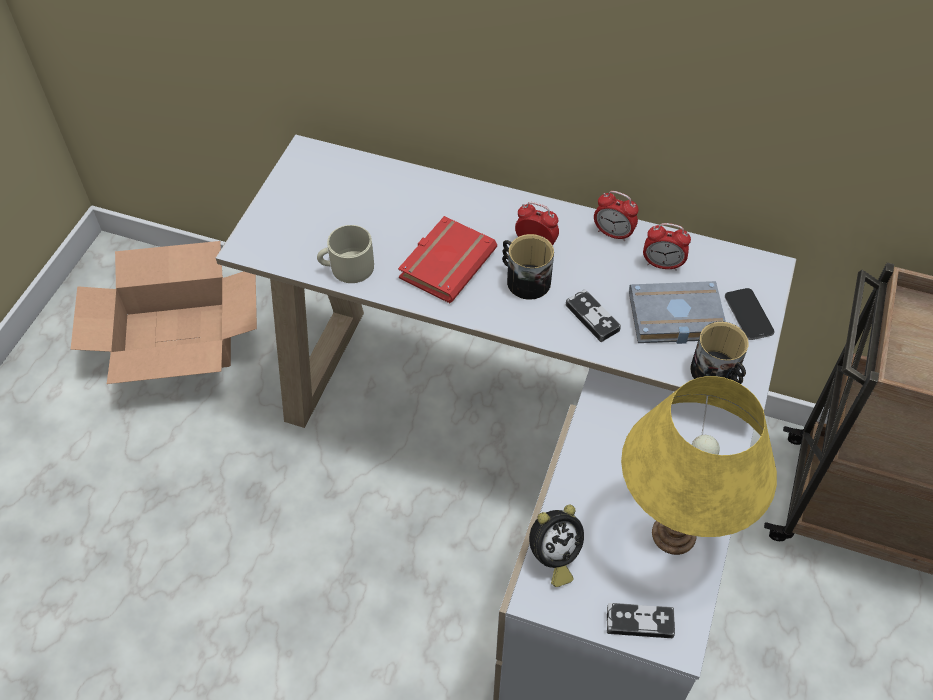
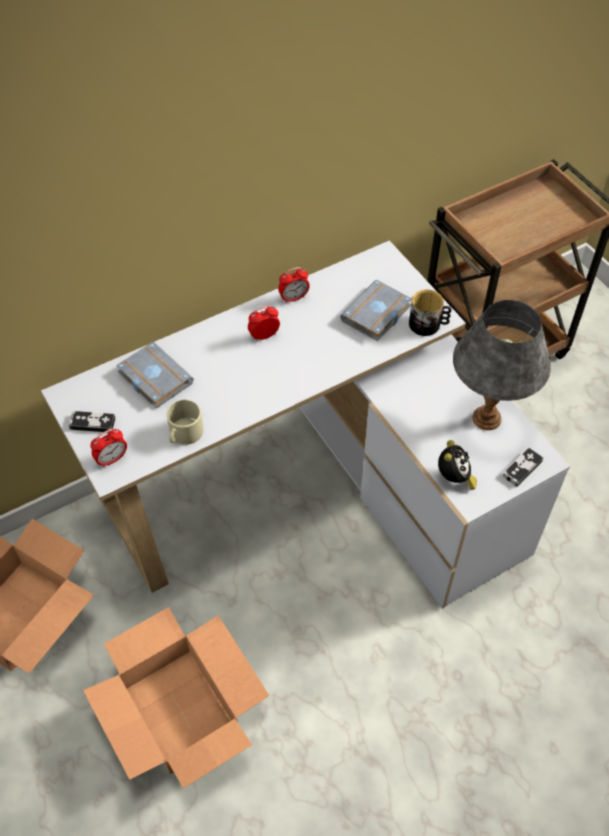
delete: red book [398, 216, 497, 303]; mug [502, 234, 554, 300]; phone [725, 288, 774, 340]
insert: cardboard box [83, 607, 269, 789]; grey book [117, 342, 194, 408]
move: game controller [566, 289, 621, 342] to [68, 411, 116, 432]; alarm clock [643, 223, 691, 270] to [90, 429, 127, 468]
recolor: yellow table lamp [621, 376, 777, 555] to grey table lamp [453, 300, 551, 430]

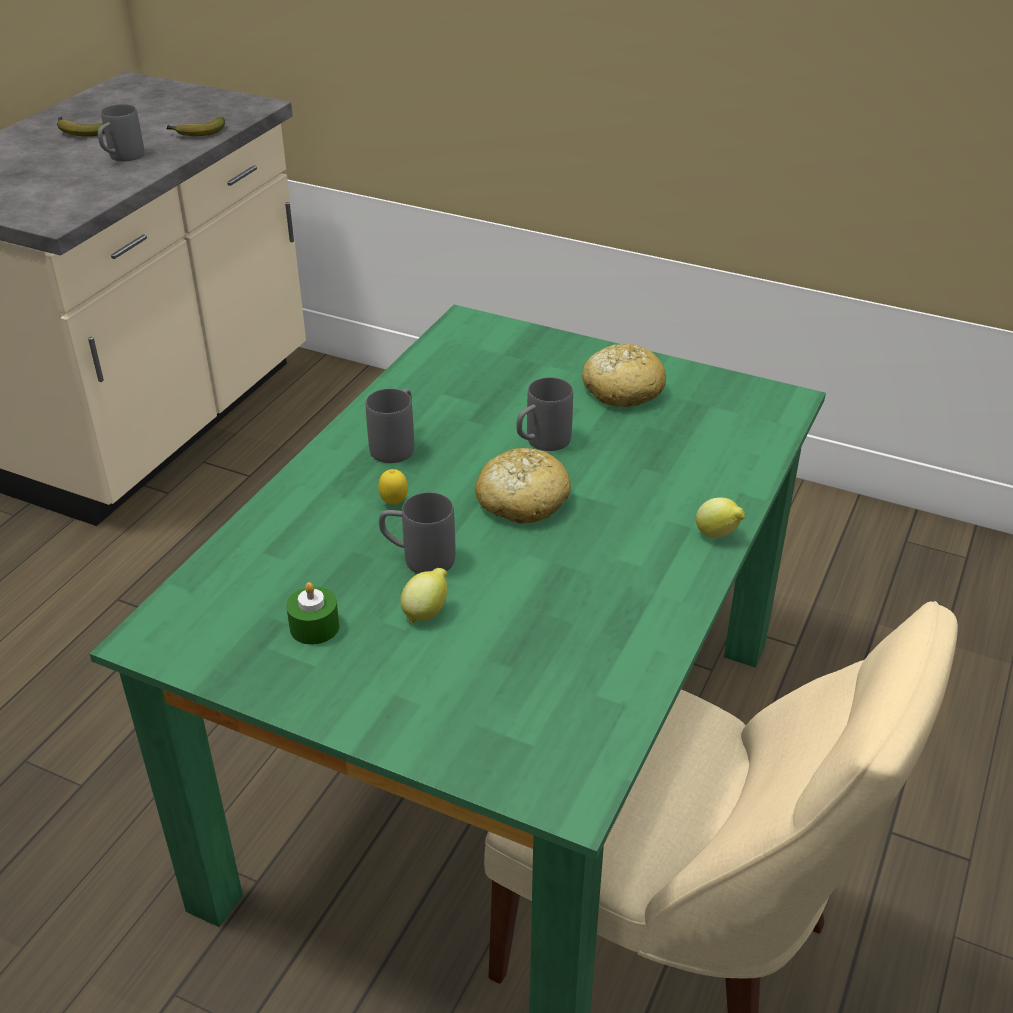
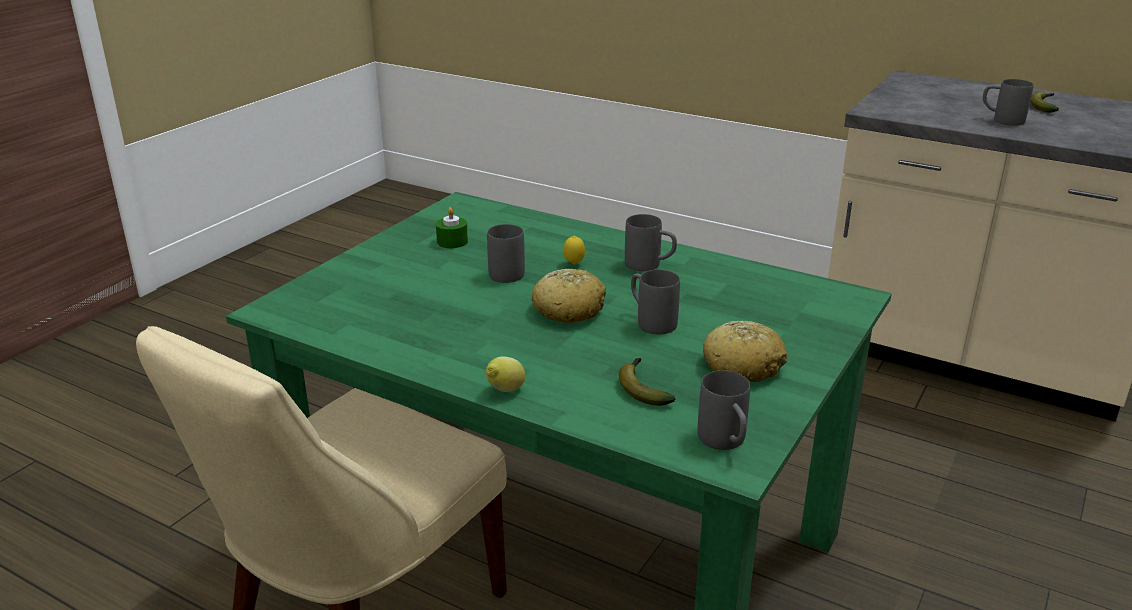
delete: lemon [400, 568, 447, 623]
insert: grey mug [698, 370, 750, 450]
move: banana [166, 117, 225, 136] to [619, 358, 675, 406]

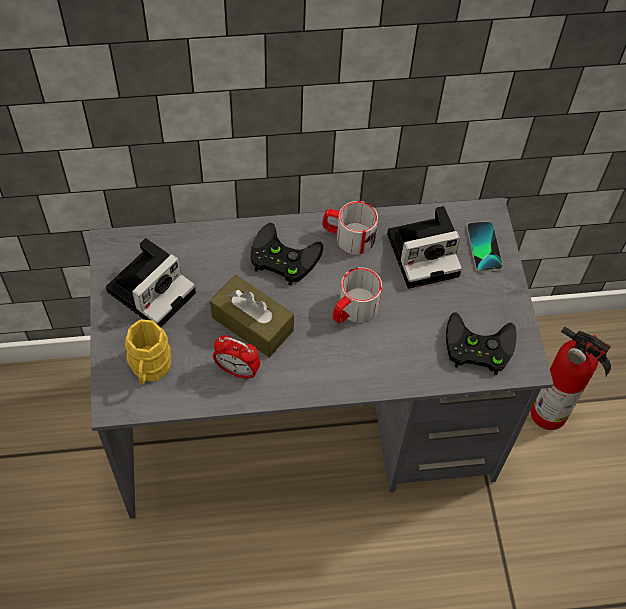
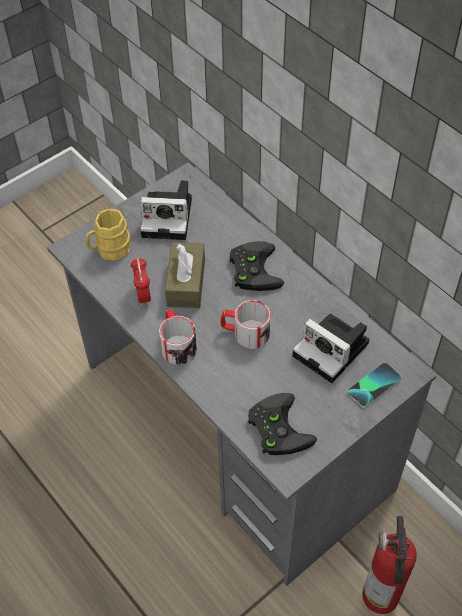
move: mug [322, 201, 378, 255] to [159, 309, 197, 365]

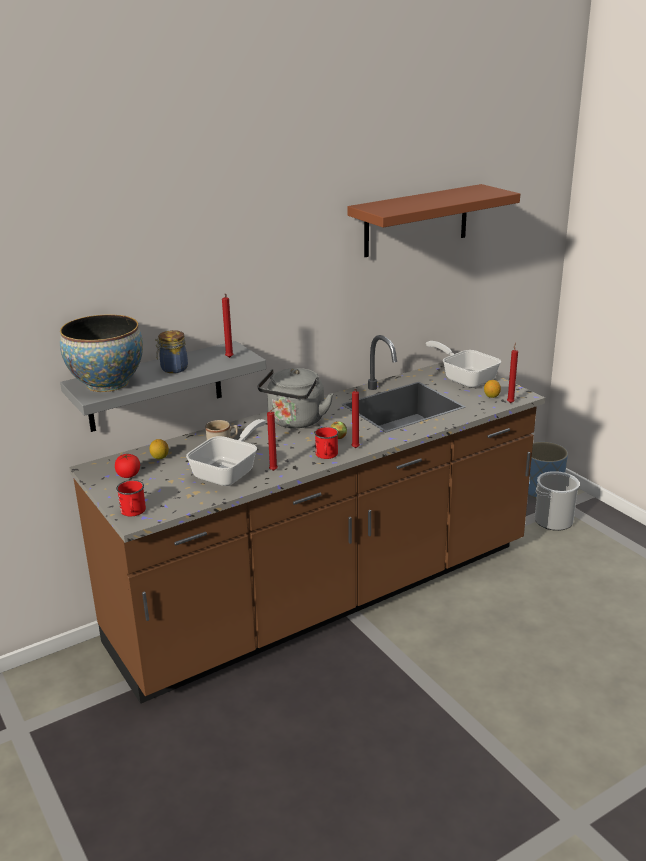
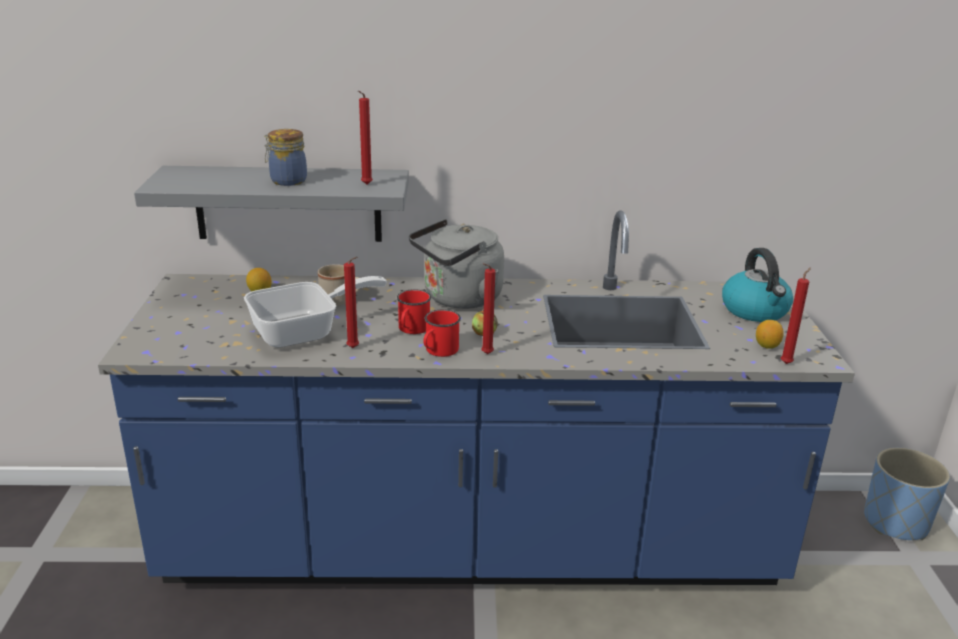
delete: bowl [60, 314, 143, 392]; tomato [115, 454, 140, 478]; brown shelf [347, 184, 520, 257]; bucket [535, 471, 580, 531]
move: red mug [116, 480, 146, 516] to [397, 289, 431, 334]
replace: frying pan [426, 341, 501, 388] to kettle [722, 248, 793, 322]
recolor: brown counter [69, 335, 545, 704] to blue counter [98, 210, 855, 585]

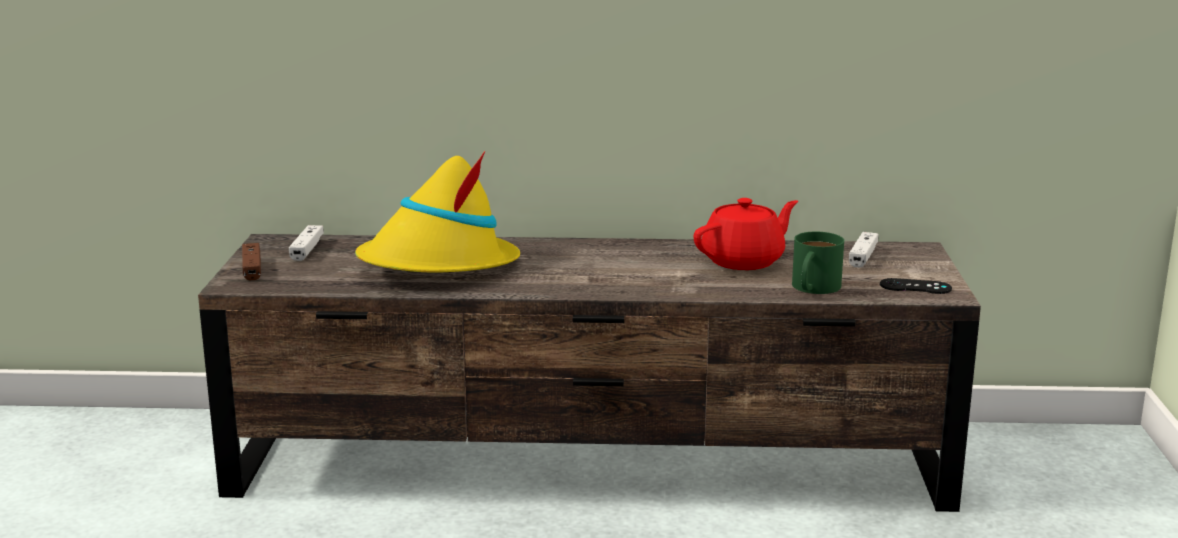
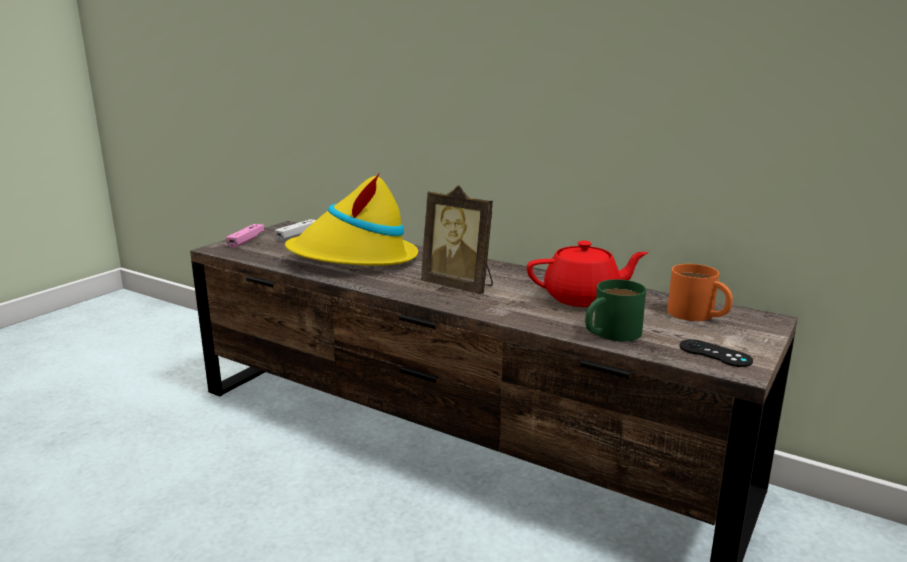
insert: picture frame [421, 185, 493, 294]
replace: white game controller [849, 232, 878, 268] to orange mug [667, 264, 733, 321]
recolor: brown game controller [242, 243, 261, 281] to pink game controller [226, 224, 265, 248]

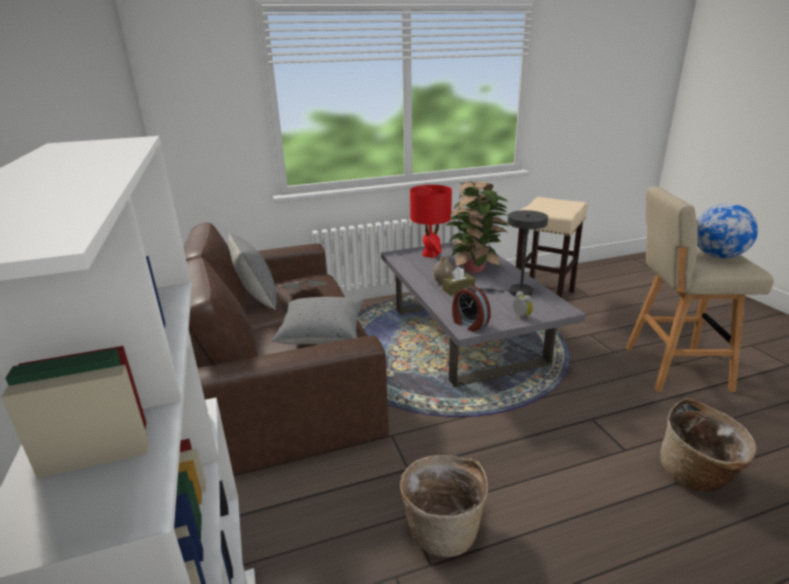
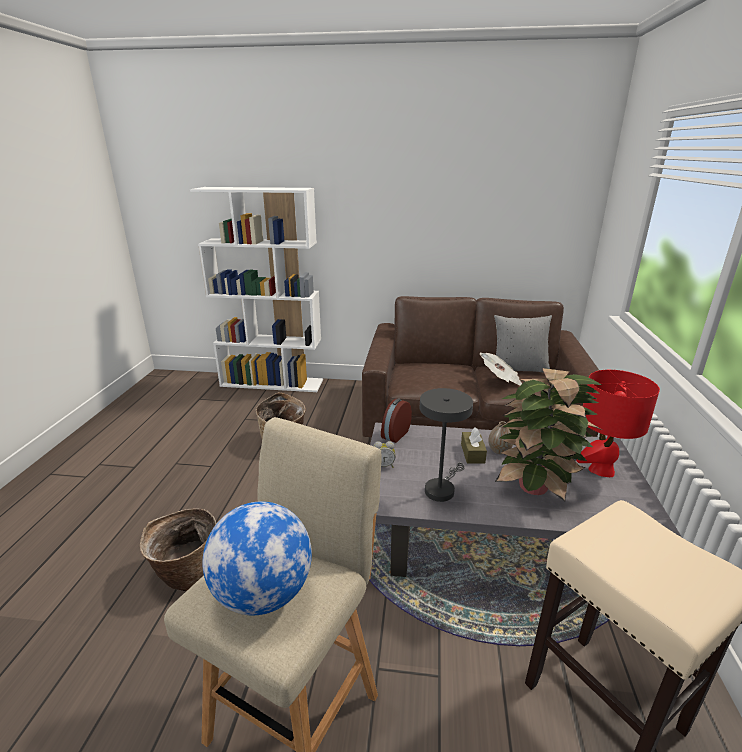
delete: grey pillow [272, 297, 363, 344]
rotate: alarm clock [452, 286, 491, 332] = [381, 398, 412, 443] 45 degrees counterclockwise

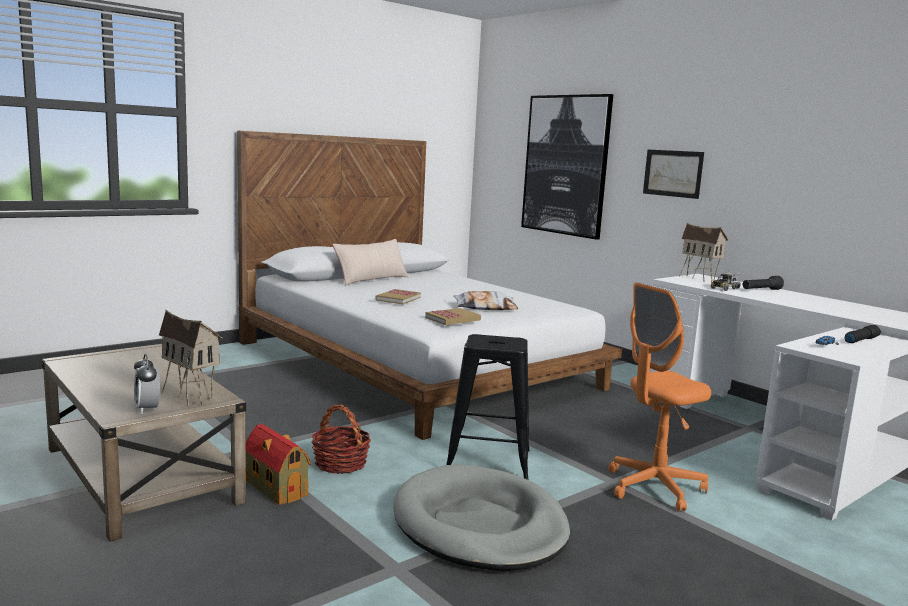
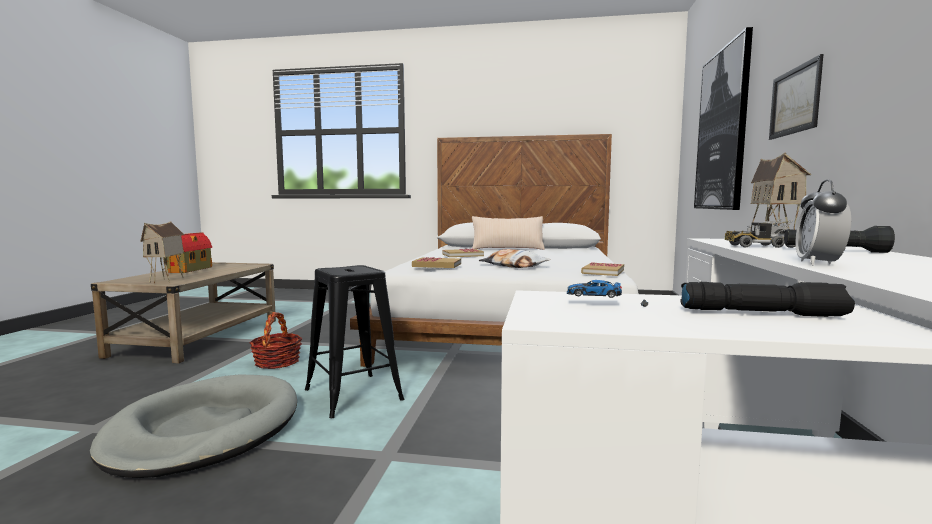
delete: orange office chair [608, 283, 711, 512]
insert: book [581, 262, 624, 276]
move: toy house [245, 424, 311, 505] to [165, 233, 212, 273]; alarm clock [134, 354, 160, 414] to [795, 179, 851, 265]

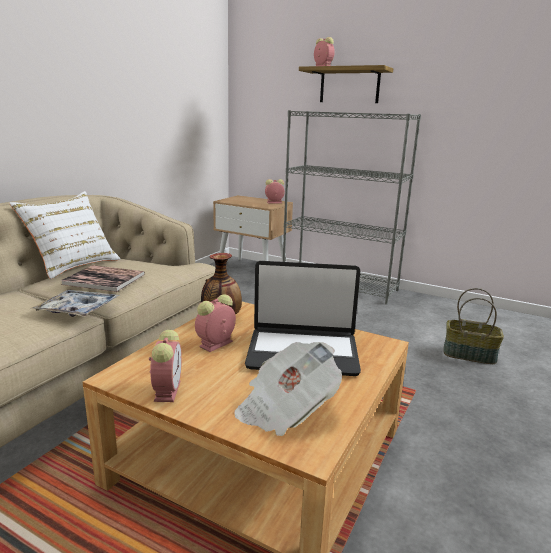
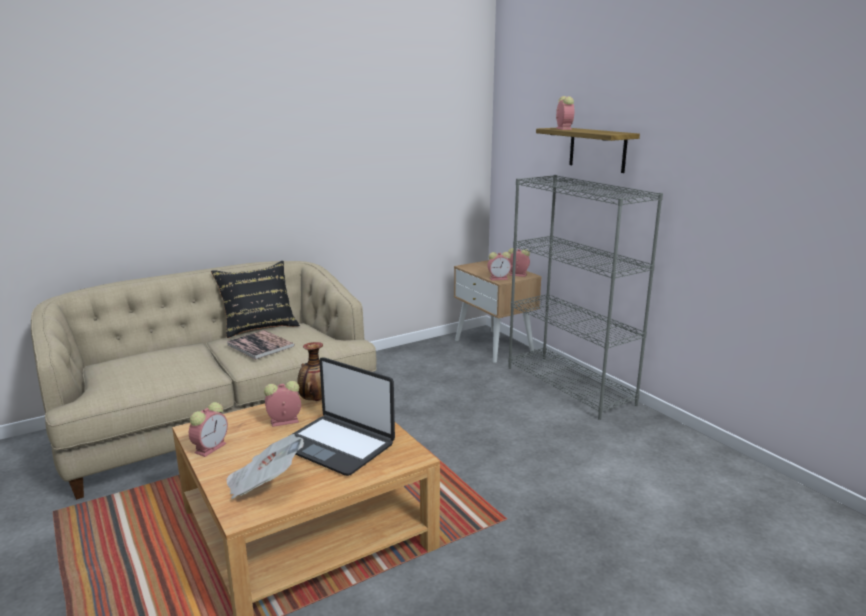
delete: tray [31, 289, 120, 317]; basket [444, 288, 504, 364]
insert: alarm clock [487, 252, 511, 280]
recolor: white pillow [9, 191, 120, 279] to black pillow [211, 261, 300, 338]

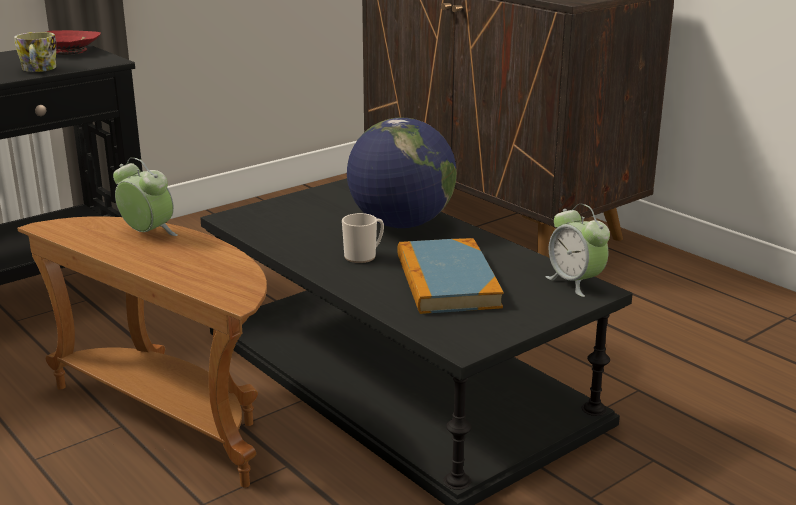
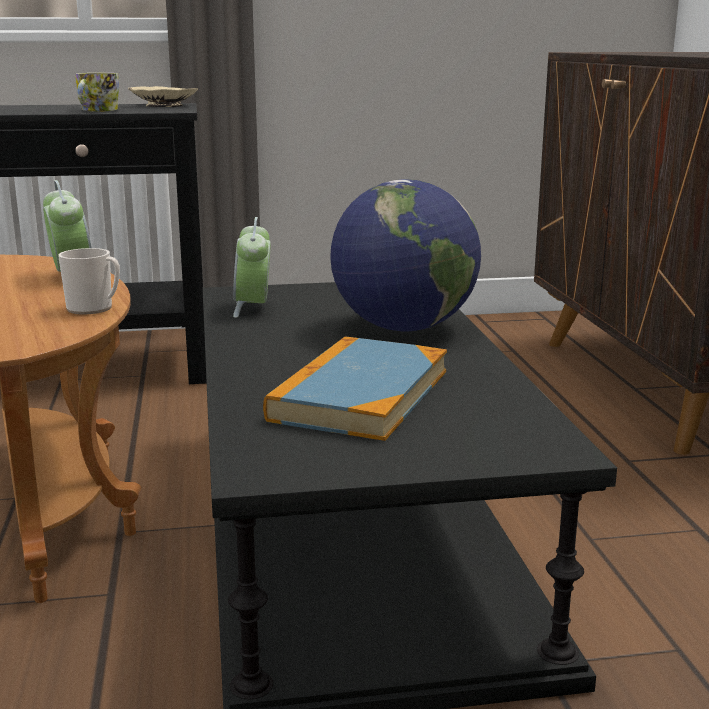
move: mug [342, 213, 384, 263] to [58, 248, 120, 314]; alarm clock [545, 204, 610, 297] to [233, 217, 271, 318]
recolor: red bowl [47, 30, 101, 55] to beige bowl [128, 86, 198, 107]

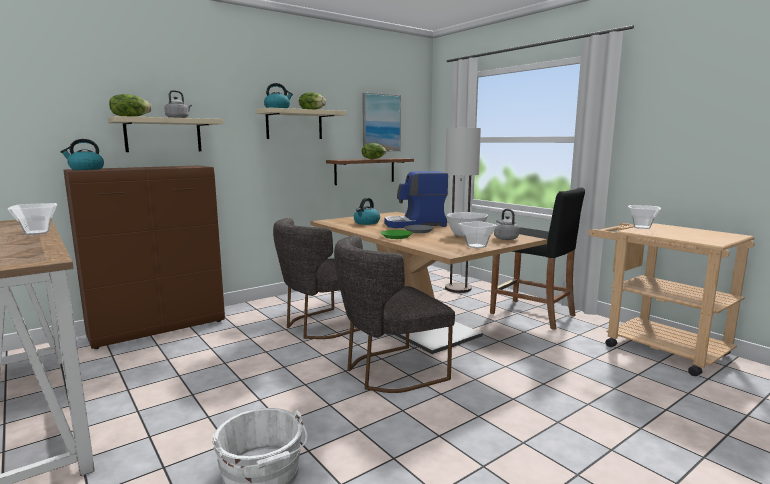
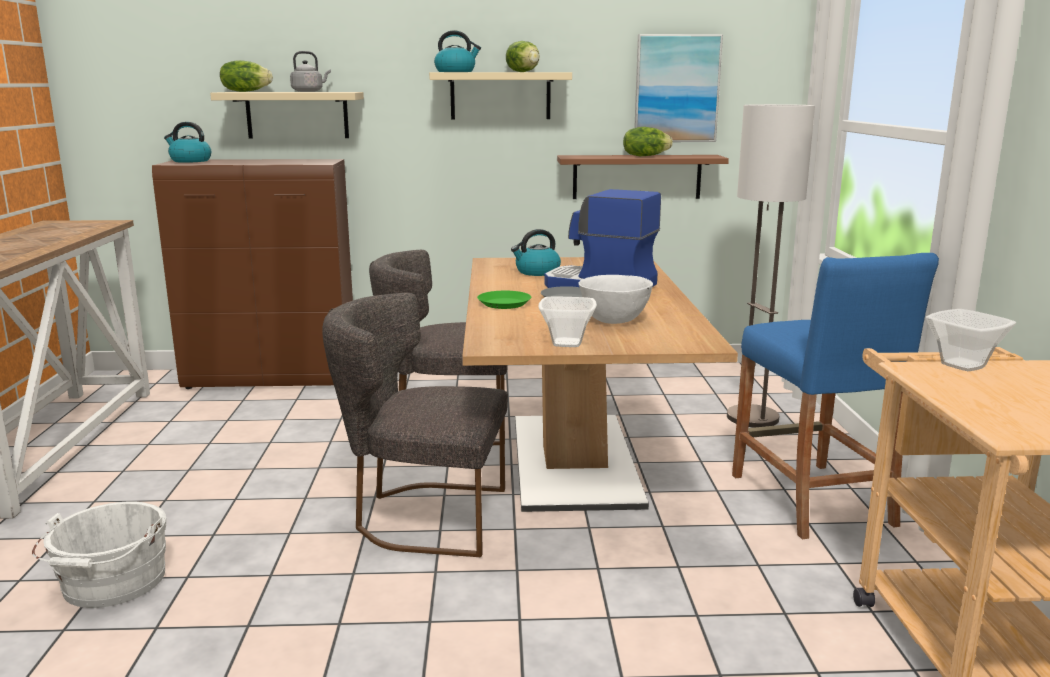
delete: bowl [8, 203, 57, 235]; grey kettle [494, 209, 519, 240]
recolor: black stool [490, 187, 585, 330] to blue stool [732, 253, 939, 539]

